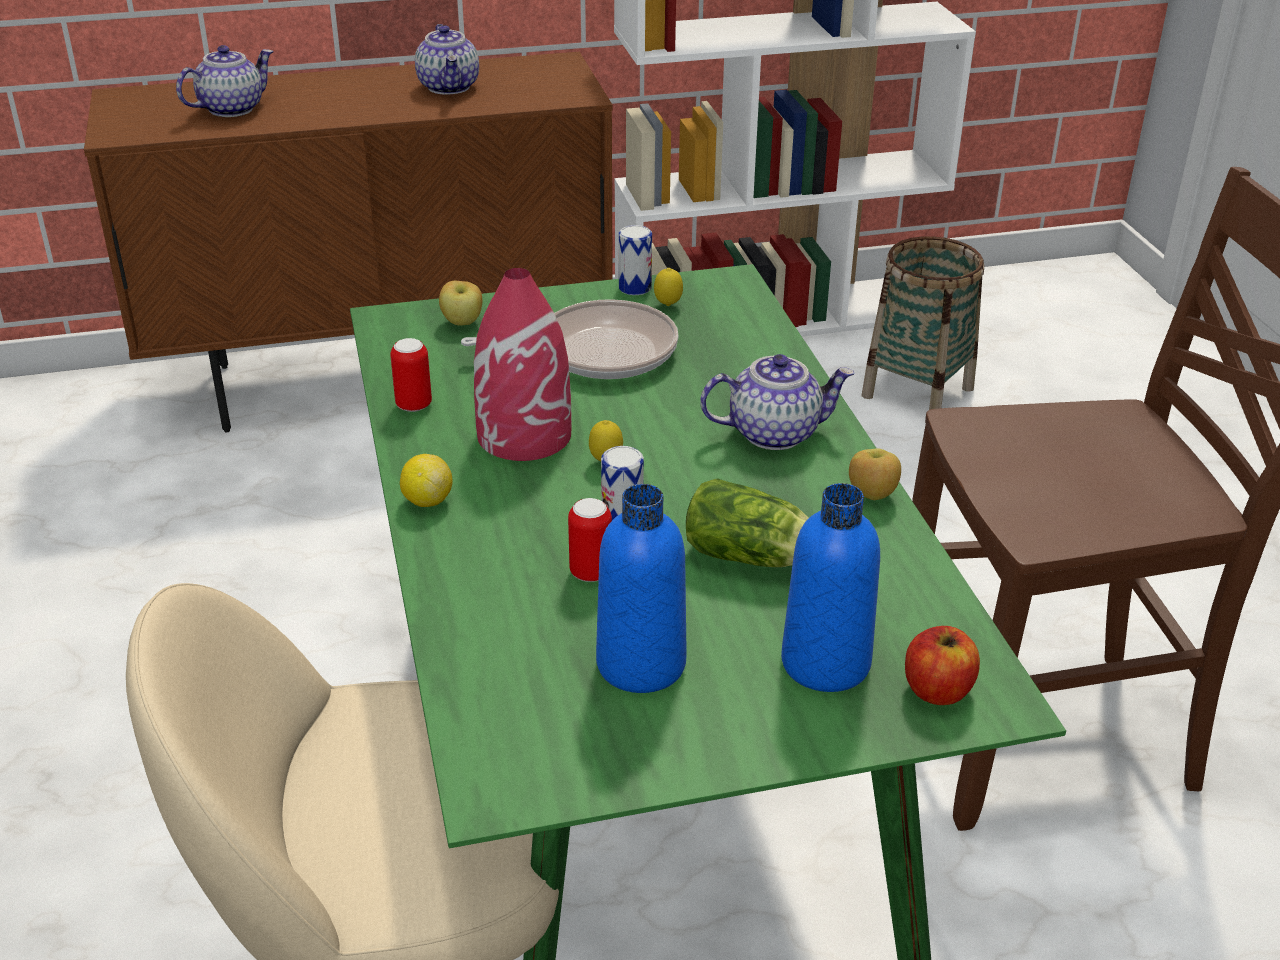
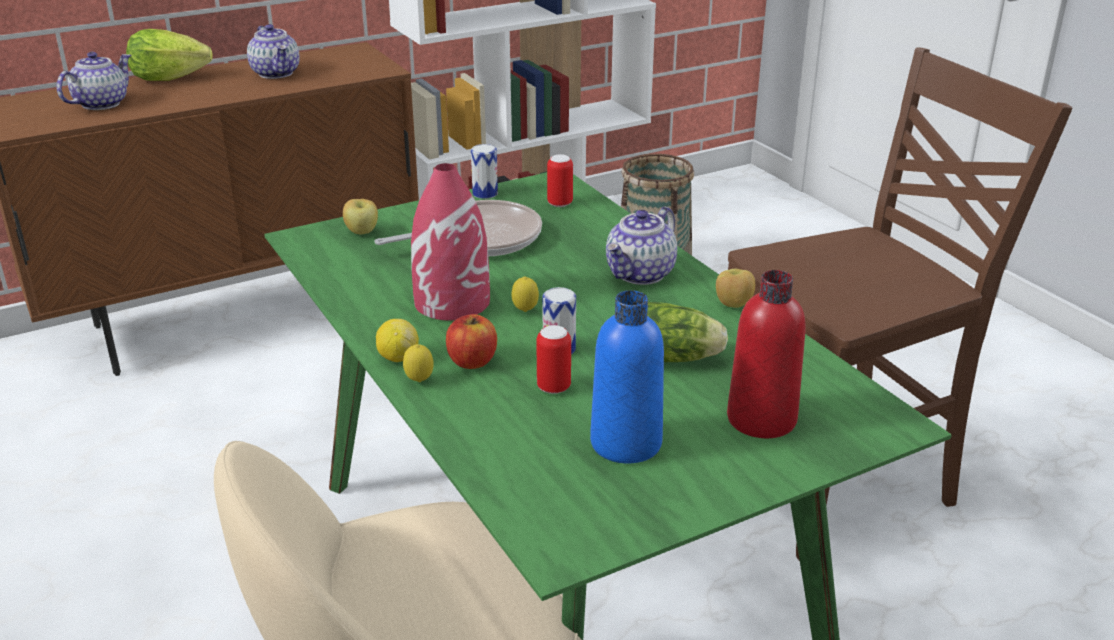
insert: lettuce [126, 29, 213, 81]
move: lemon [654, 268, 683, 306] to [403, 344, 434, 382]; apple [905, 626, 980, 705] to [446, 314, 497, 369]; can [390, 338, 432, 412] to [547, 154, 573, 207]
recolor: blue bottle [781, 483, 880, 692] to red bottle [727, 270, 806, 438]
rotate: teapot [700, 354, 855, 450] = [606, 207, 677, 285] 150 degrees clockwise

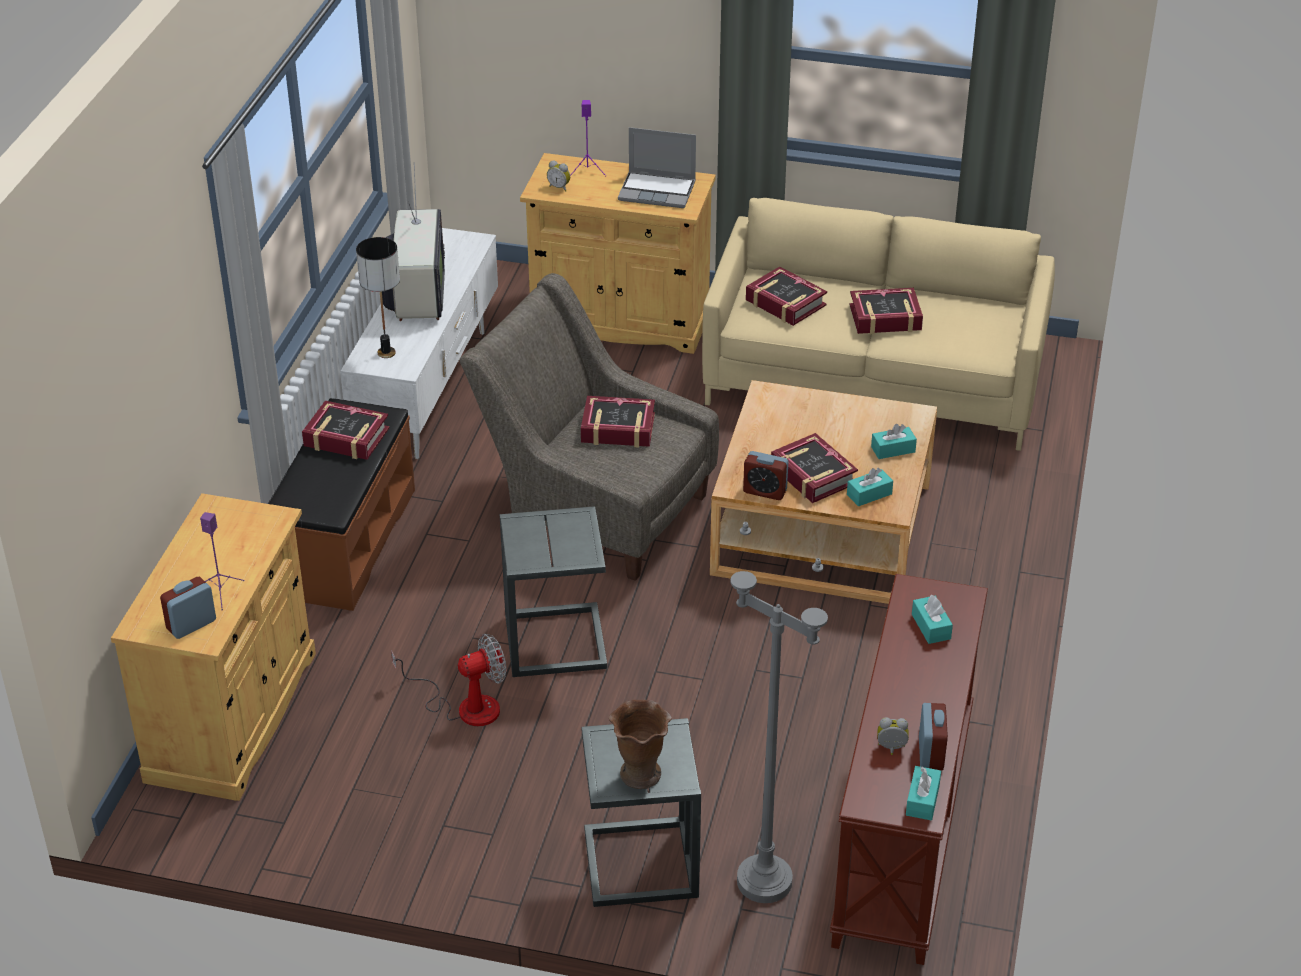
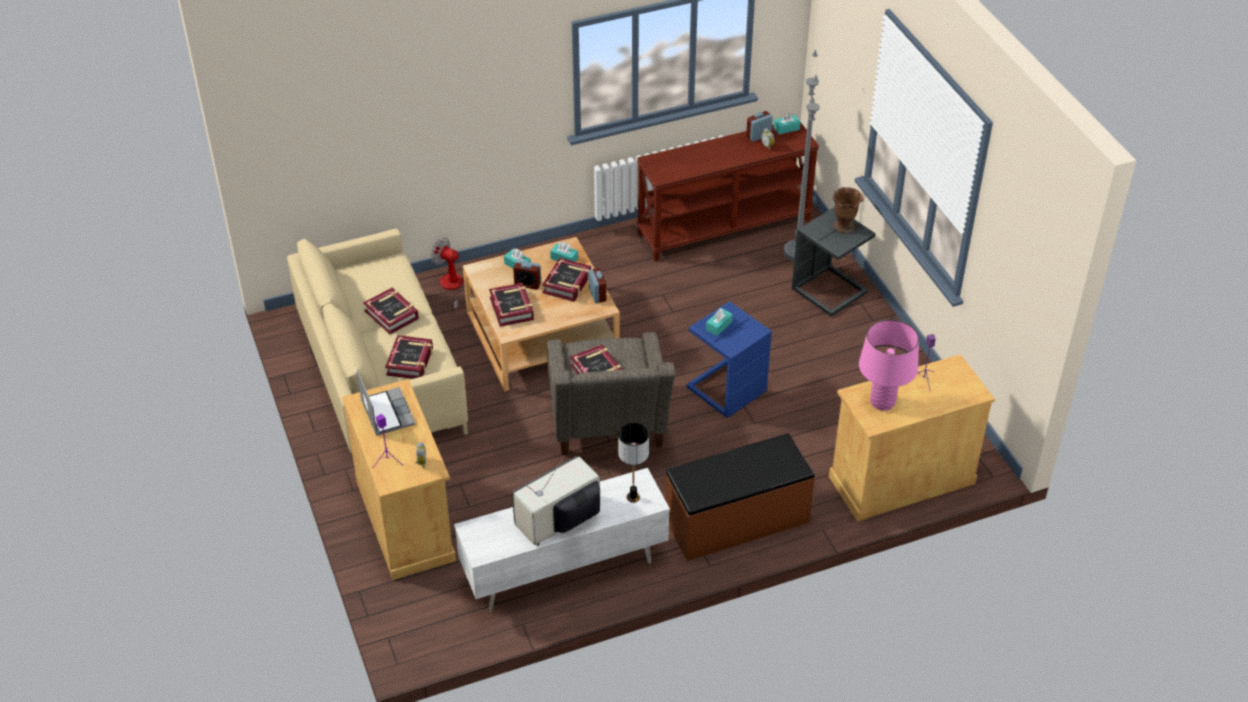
insert: pink table lamp [859, 319, 919, 411]
move: fan [391, 634, 507, 726] to [431, 238, 466, 315]; book [302, 401, 389, 460] to [489, 283, 534, 327]; alarm clock [160, 577, 216, 639] to [513, 260, 541, 290]; turquoise tissue box [912, 594, 953, 644] to [706, 308, 733, 336]
recolor: grey side table [500, 506, 607, 677] to blue side table [687, 301, 772, 418]

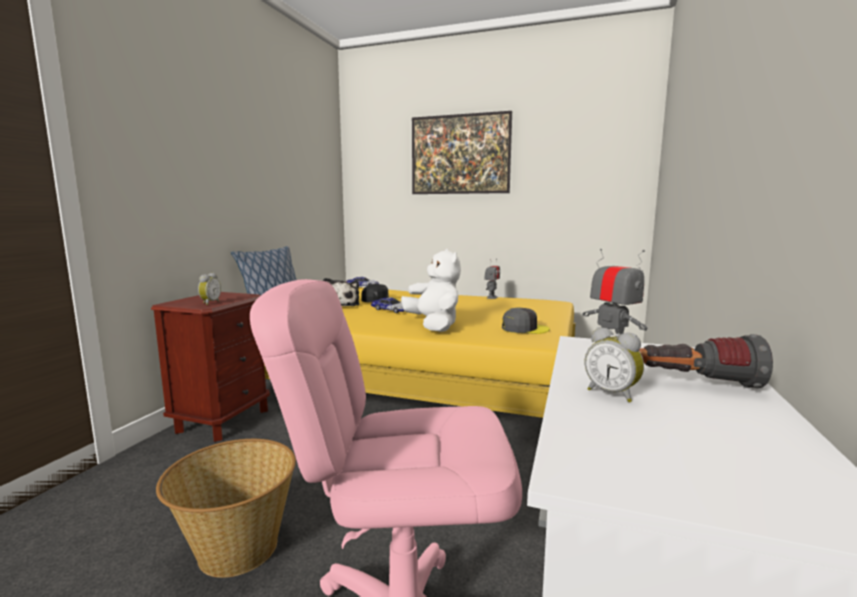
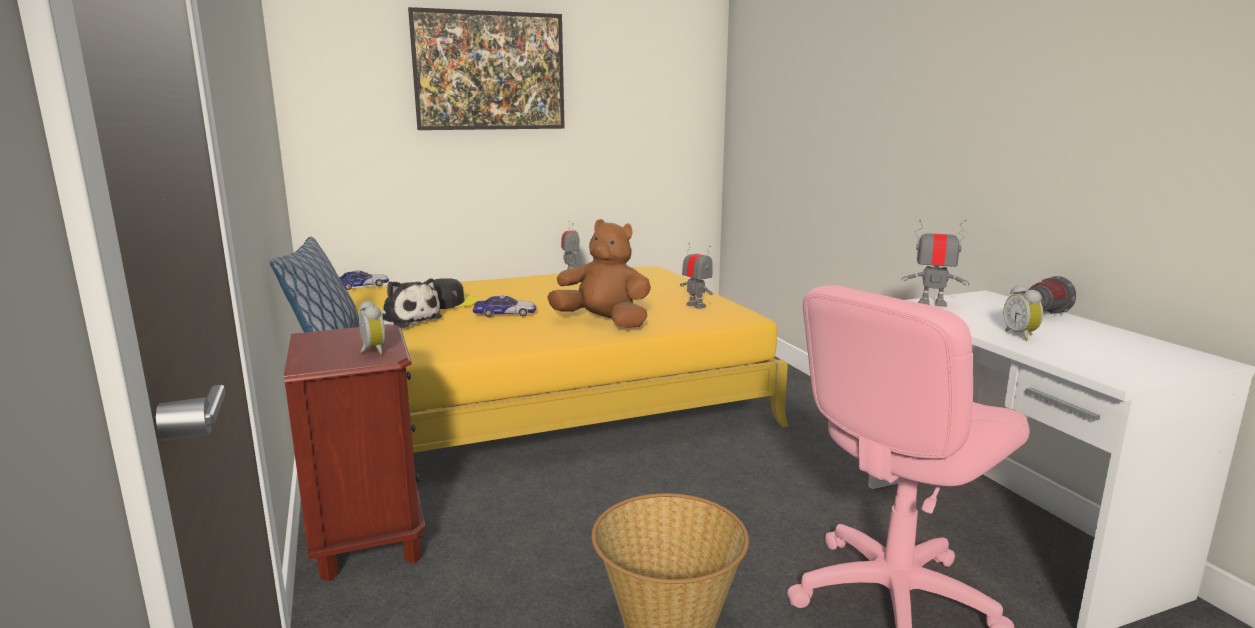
replace: grey cap [502, 308, 550, 334] to toy robot [680, 243, 713, 309]
recolor: white plush toy [401, 249, 461, 332] to brown plush toy [547, 219, 651, 328]
rotate: alarm clock [585, 327, 644, 402] = [1004, 285, 1043, 341] 75 degrees clockwise

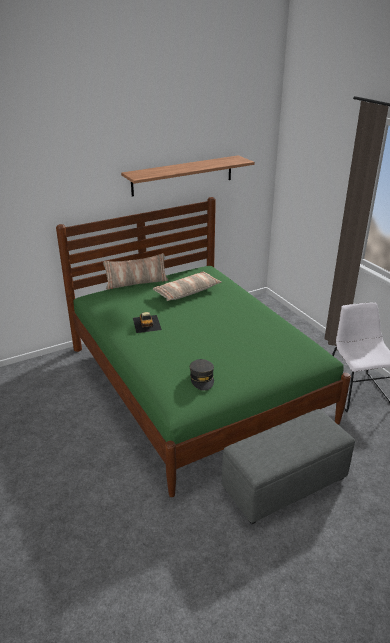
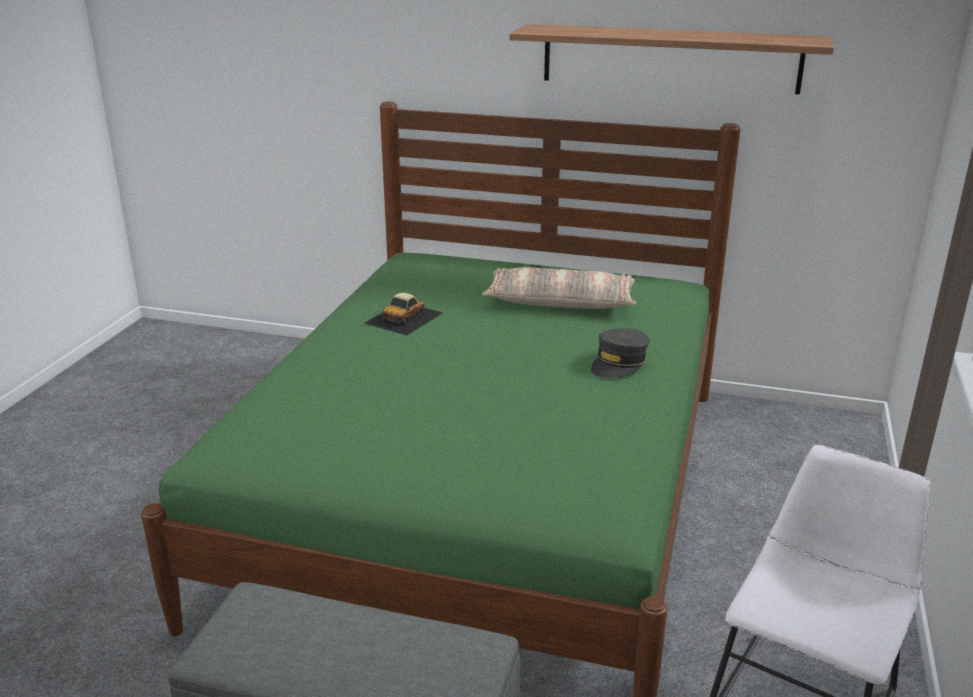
delete: pillow [103, 253, 168, 290]
move: grey cap [190, 359, 214, 391] to [591, 328, 649, 378]

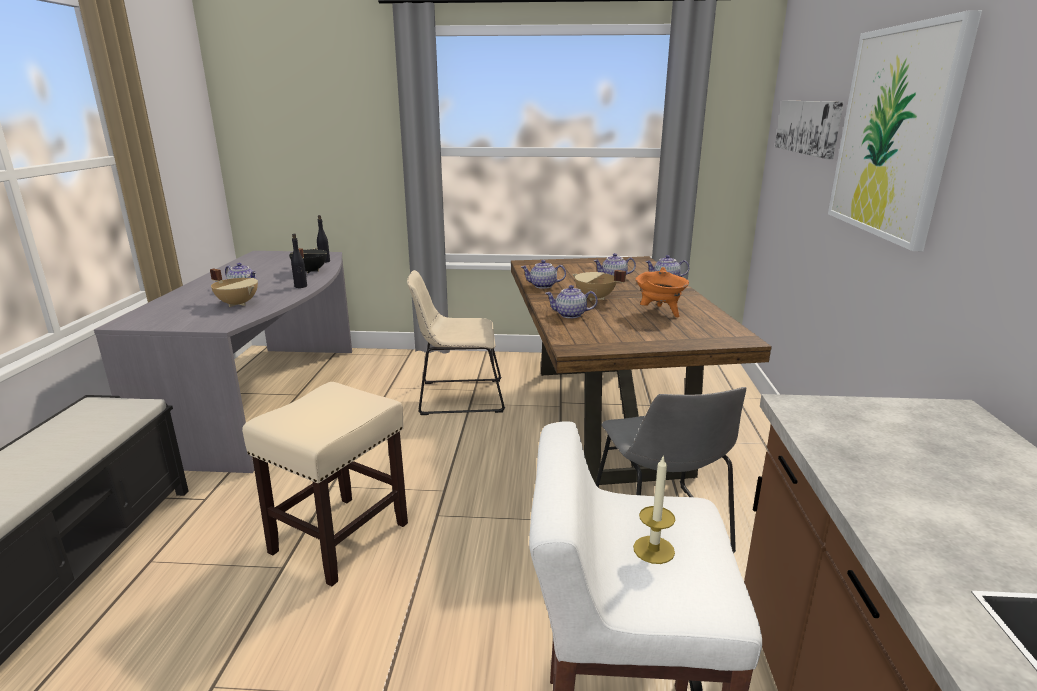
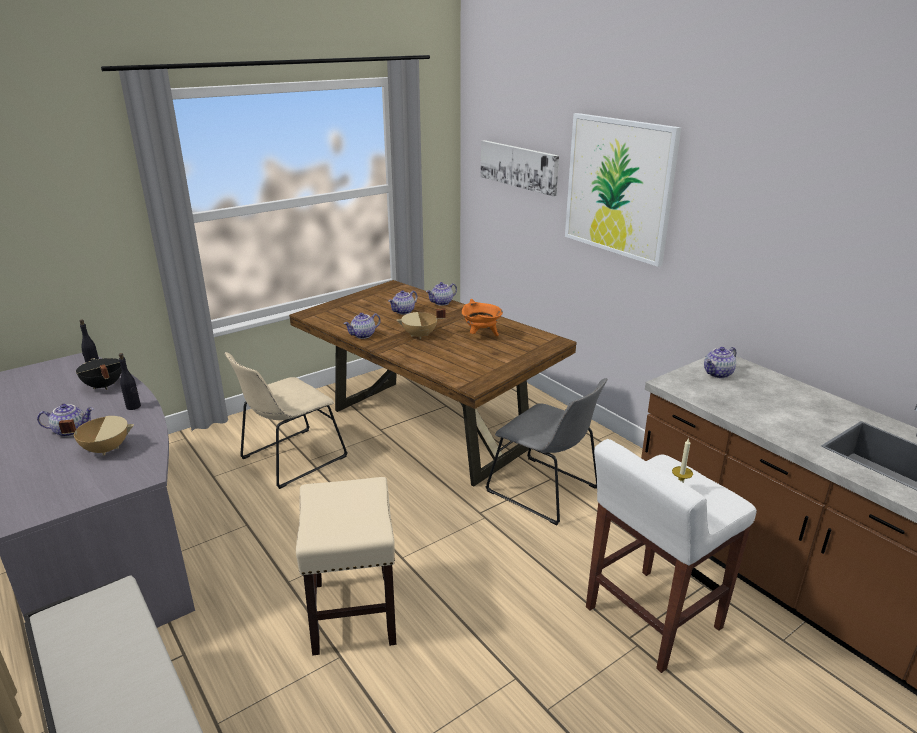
move: teapot [545, 285, 598, 318] to [704, 347, 736, 378]

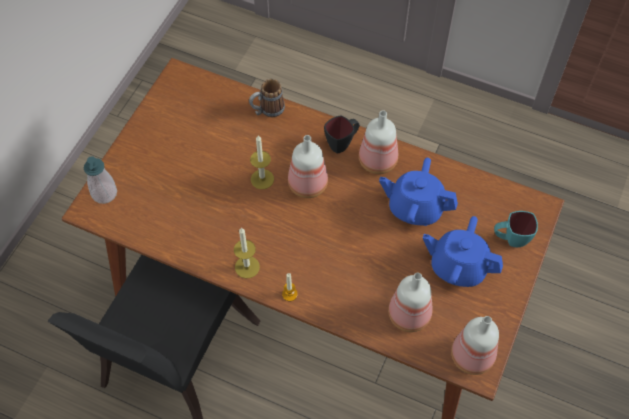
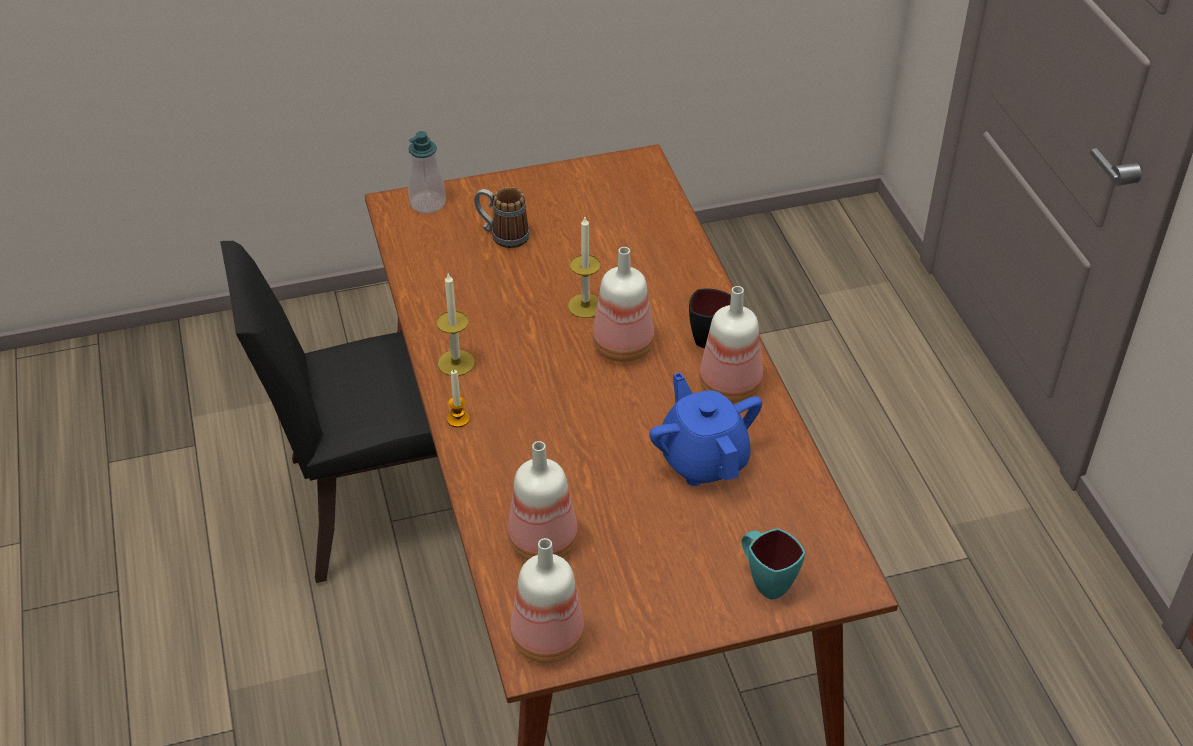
delete: blue teapot [423, 216, 503, 287]
move: mug [249, 79, 285, 117] to [474, 187, 530, 248]

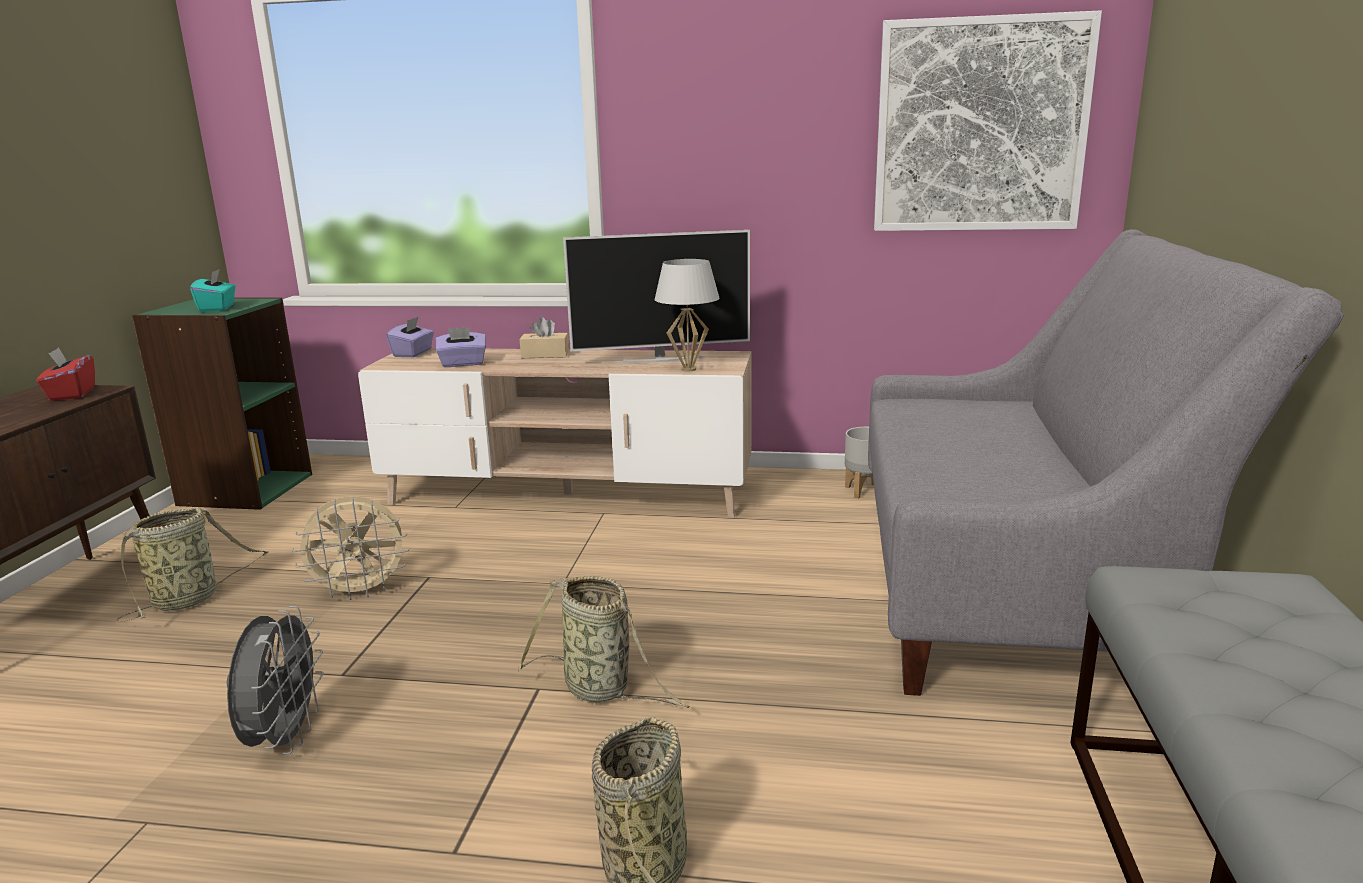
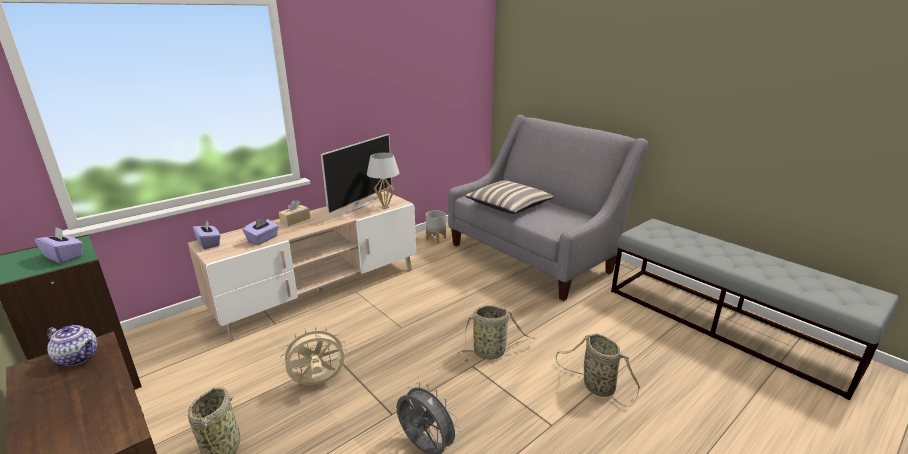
delete: picture [874, 10, 1102, 231]
insert: pillow [465, 180, 555, 214]
replace: red tissue box [37, 347, 95, 401] to teapot [47, 325, 98, 366]
recolor: turquoise tissue box [190, 269, 236, 312] to purple tissue box [35, 227, 83, 264]
rotate: beige fan [292, 496, 409, 600] = [280, 326, 347, 385] 135 degrees counterclockwise

